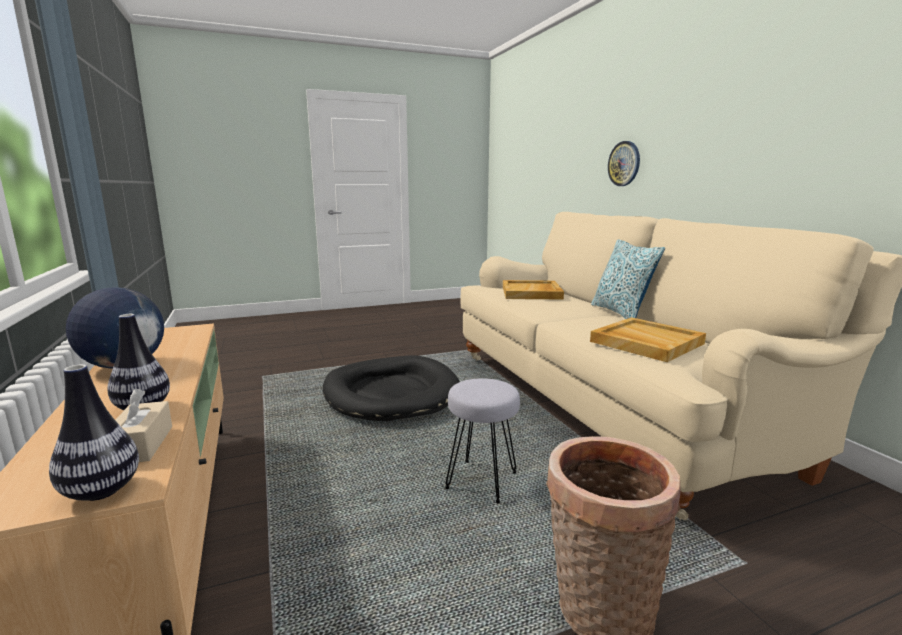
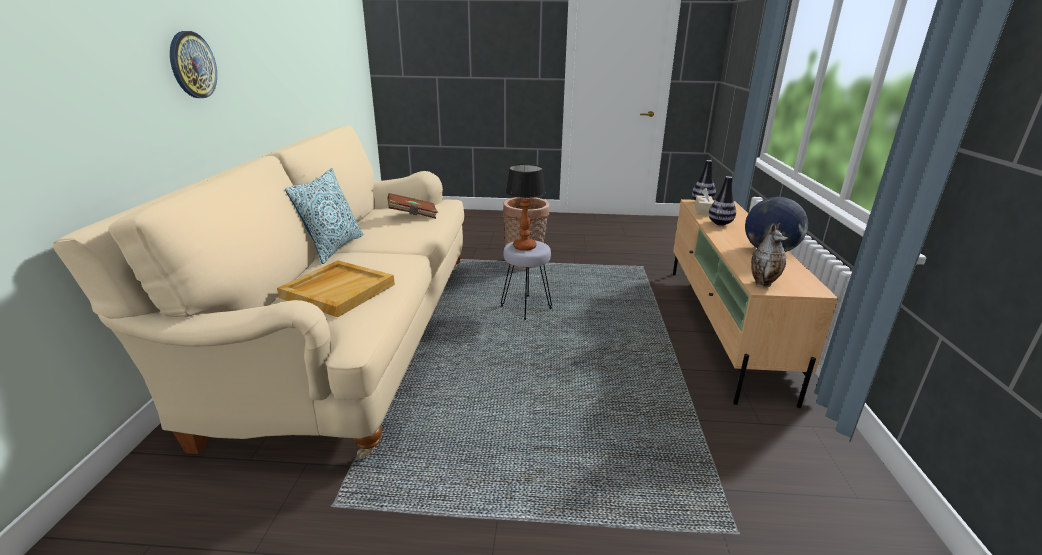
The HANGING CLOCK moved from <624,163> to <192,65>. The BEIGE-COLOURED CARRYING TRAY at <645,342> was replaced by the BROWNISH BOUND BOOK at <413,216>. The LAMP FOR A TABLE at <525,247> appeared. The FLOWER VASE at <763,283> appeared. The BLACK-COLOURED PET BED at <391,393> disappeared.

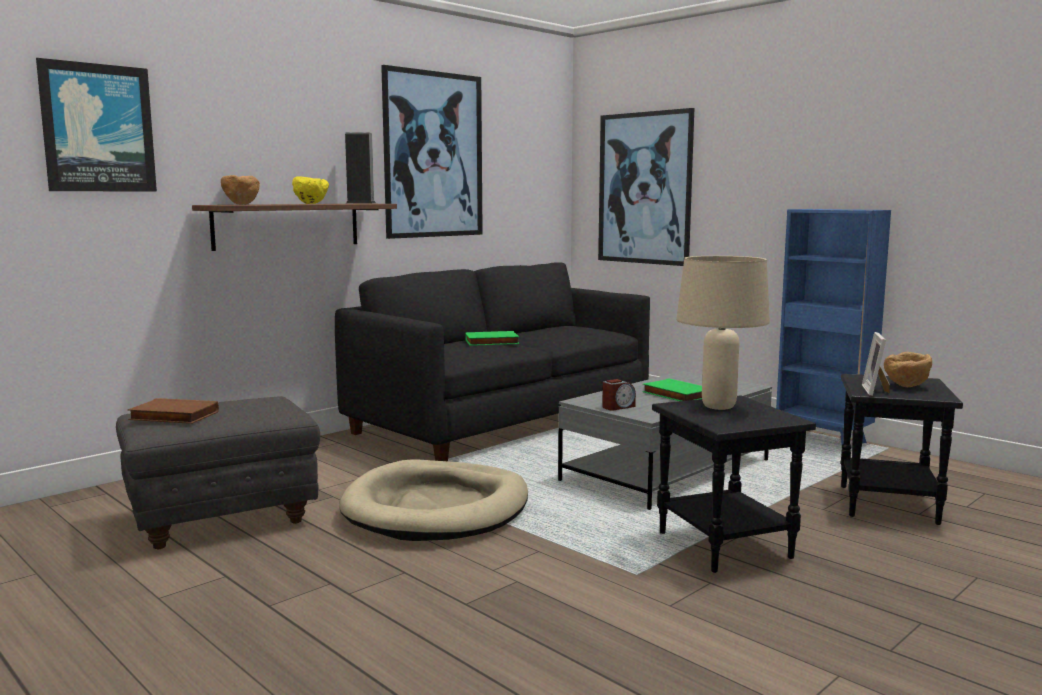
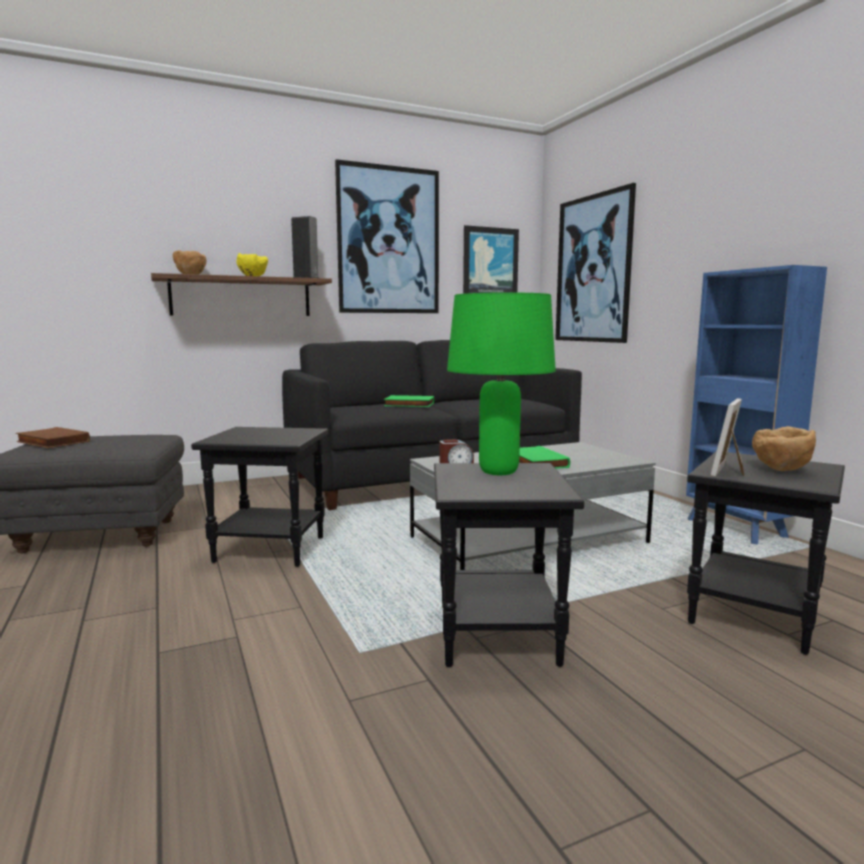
The BEIGE-COLOURED PET BED at <437,508> was replaced by the BLACK-COLOURED SIDE TABLE at <271,549>. The BEIGE-COLOURED LAMP FOR A TABLE at <719,407> became the GREEN LAMP FOR A TABLE at <499,472>. The WALL ART moved from <98,128> to <490,266>.

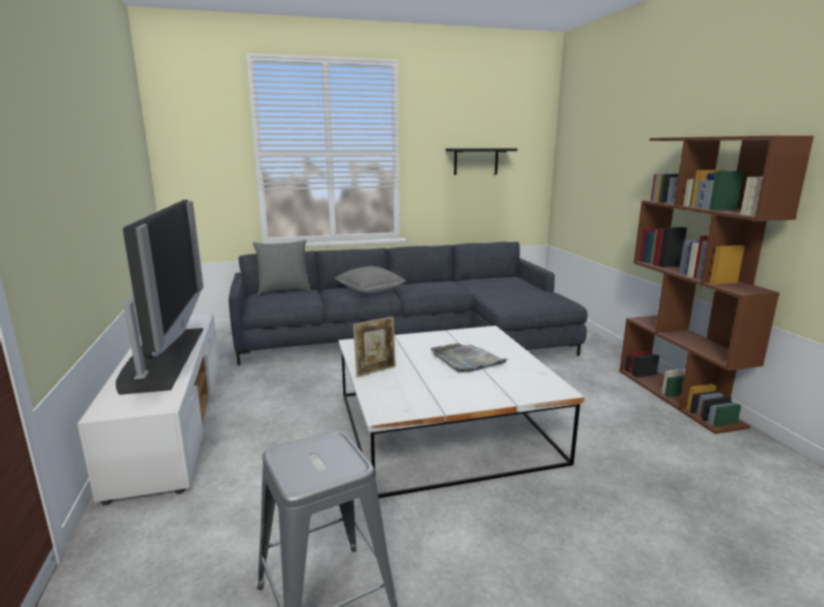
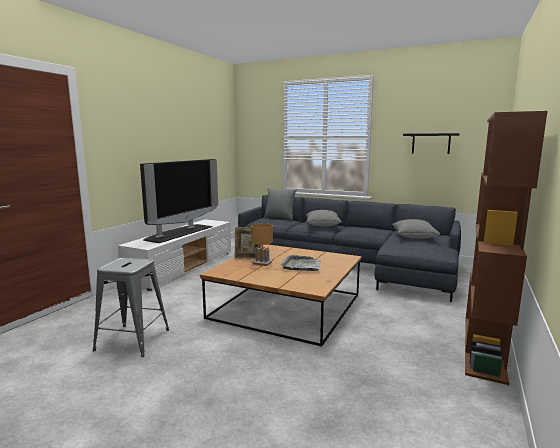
The WHITISH COFFEE TABLE at <444,426> became the BROWNISH COFFEE TABLE at <286,306>. The BROWNISH LAMP FOR A TABLE at <262,263> appeared. The GREY PILLOW at <414,237> appeared.

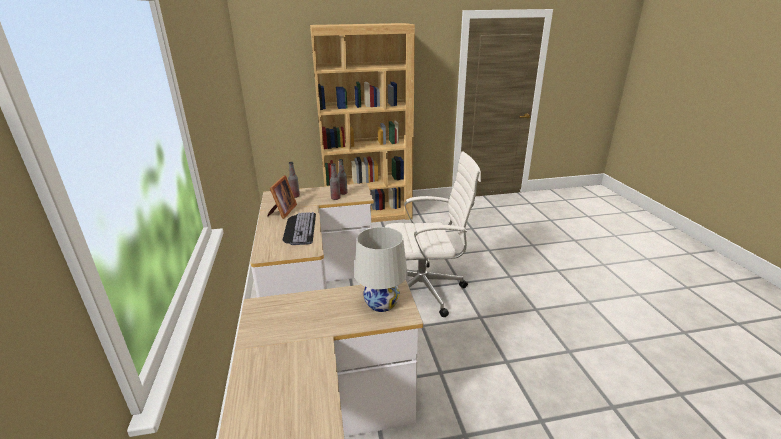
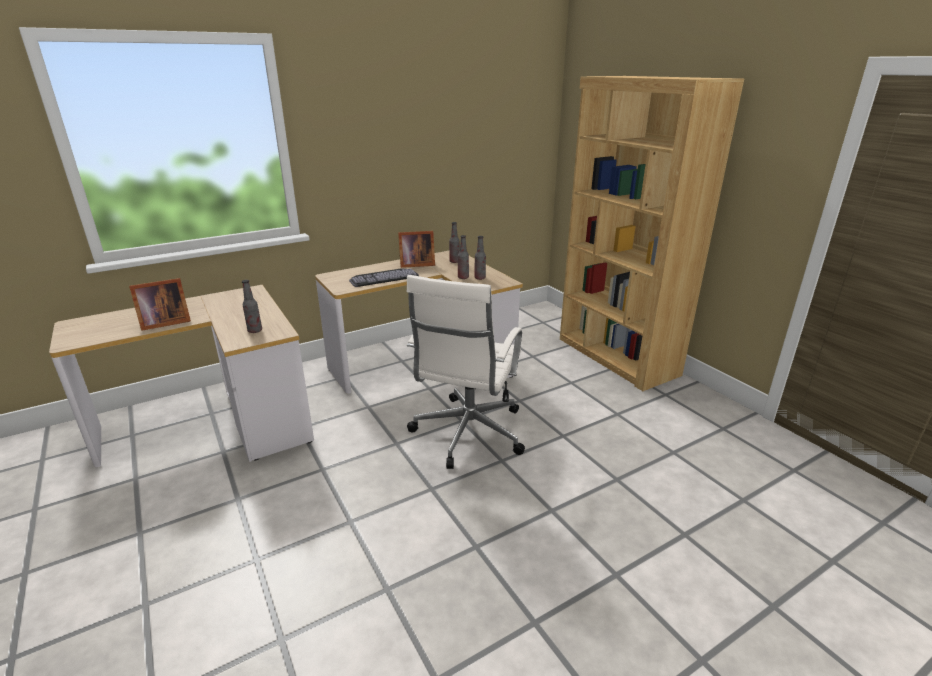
The PICTURE FRAME at <164,323> appeared. The WHITISH LAMP FOR A TABLE at <382,303> was replaced by the DRINK BOTTLE at <255,331>. The WHITISH COMPUTER CHAIR at <425,290> turned 45 degrees clockwise.

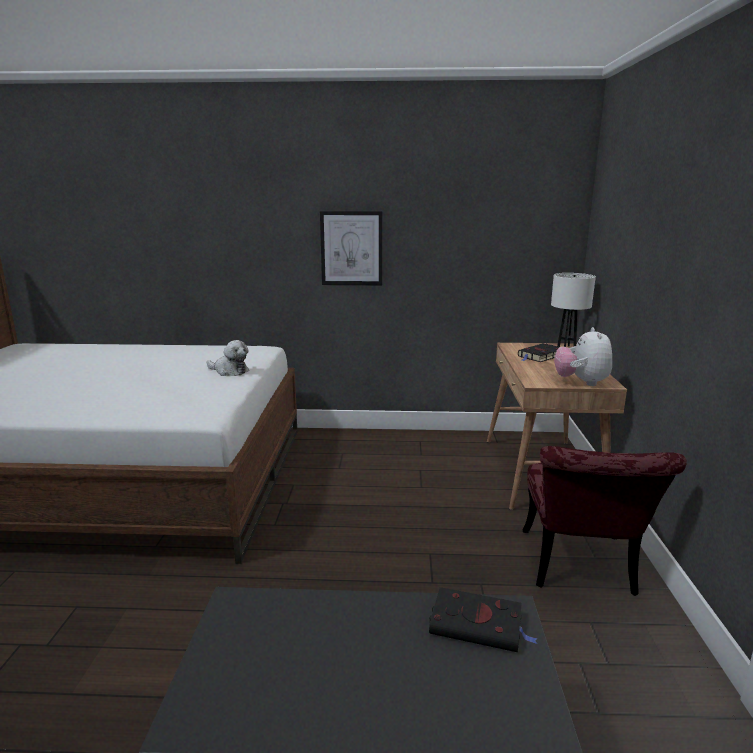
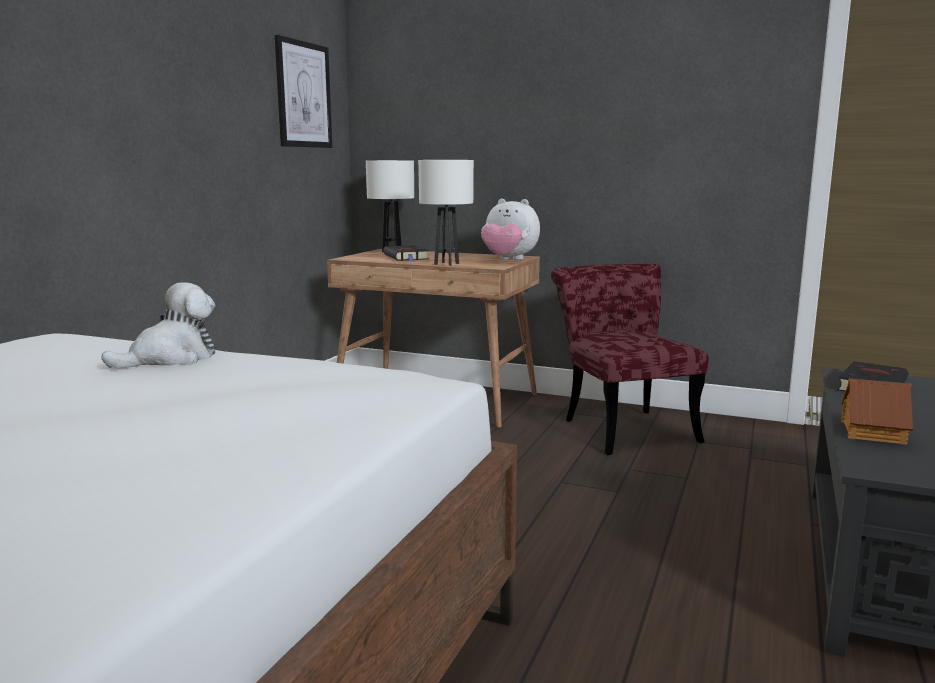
The WALL ART moved from <351,248> to <303,95>. The WHITISH LAMP FOR A TABLE at <446,264> appeared. The RED-COLOURED CHAIR at <580,570> turned 135 degrees counterclockwise. The MINIATURE HOUSE at <871,432> appeared.

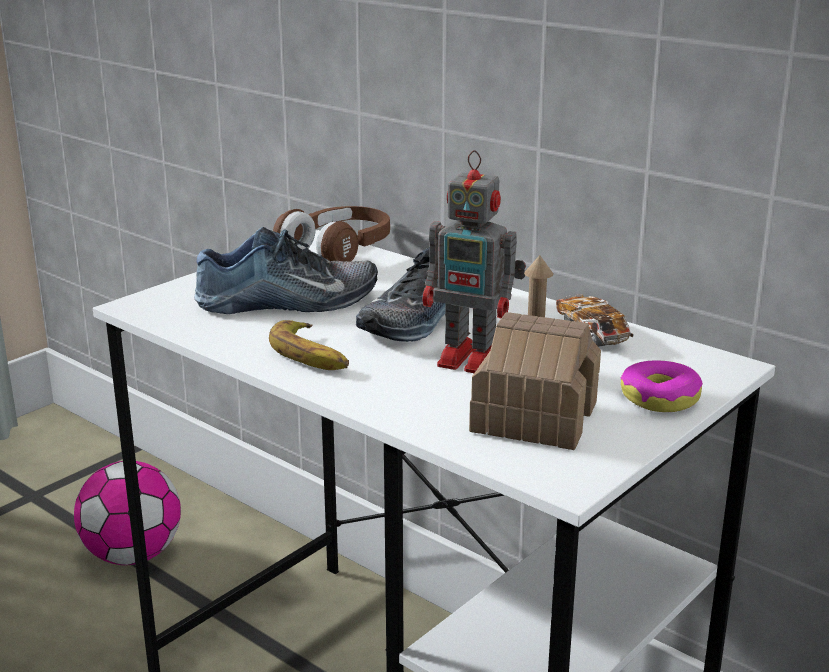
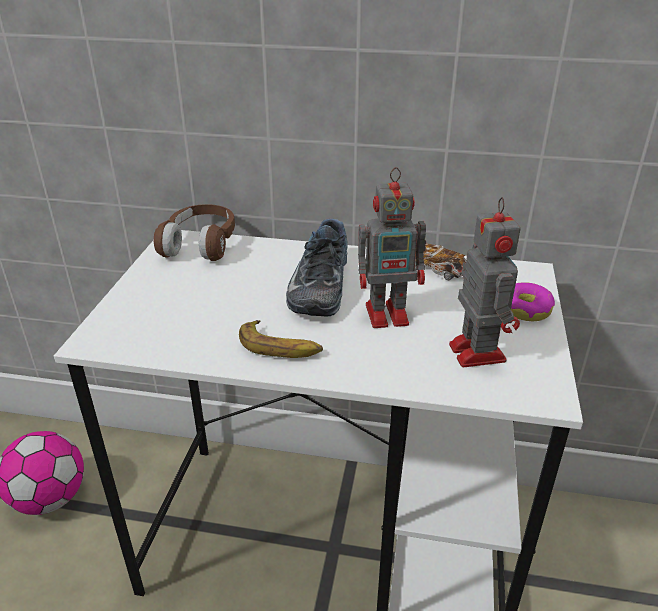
The MINIATURE HOUSE at <534,417> was replaced by the ROBOT FIGURE at <476,350>. The ITEM OF FOOTWEAR at <288,302> disappeared.

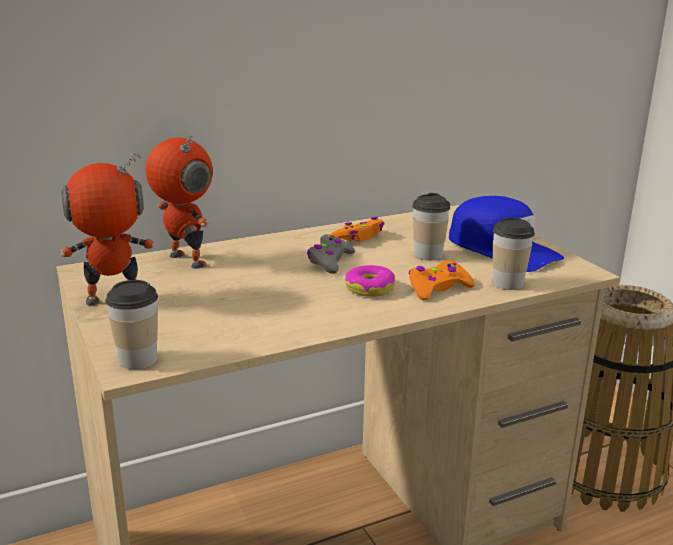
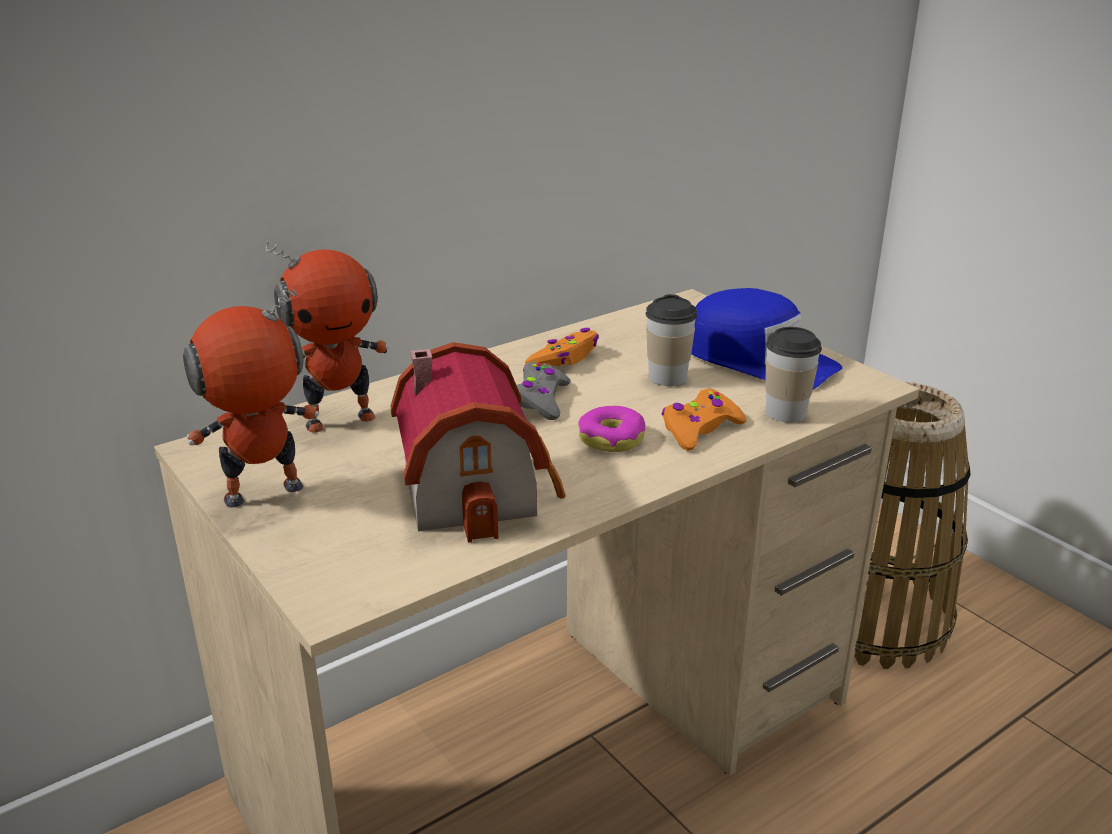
The ROBOT FIGURE at <185,261> turned 120 degrees clockwise. The MINIATURE HOUSE at <478,488> appeared. The SMALL CUP at <138,359> disappeared.

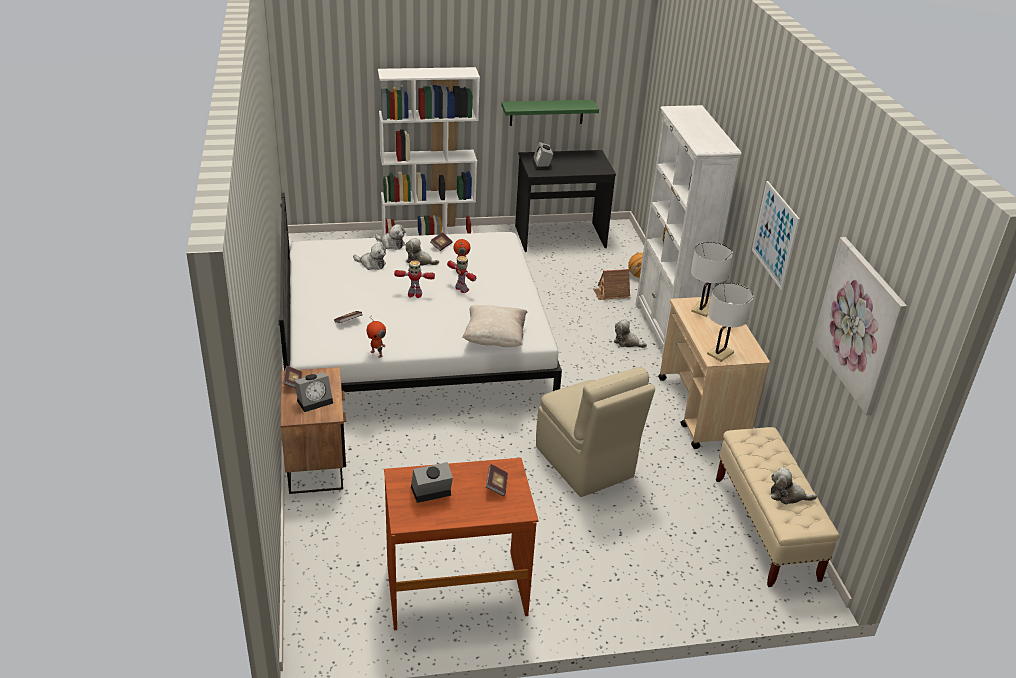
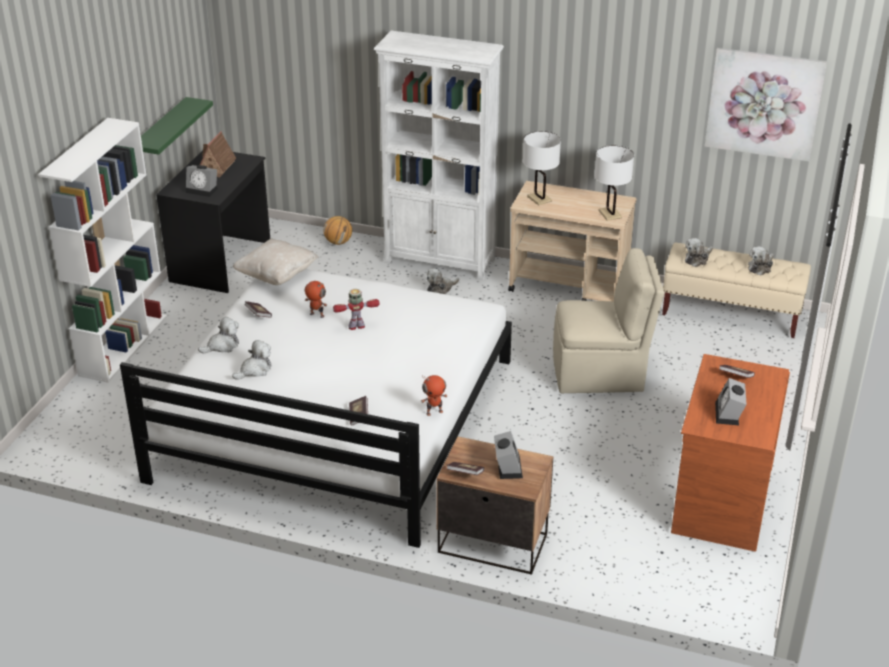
The MINIATURE HOUSE moved from <611,293> to <216,167>. The BEIGE-COLOURED PILLOW moved from <494,339> to <276,276>. The CUDDLY TOY moved from <420,261> to <697,259>. The ROBOT FIGURE at <414,294> disappeared. The WALL ART at <775,235> disappeared.

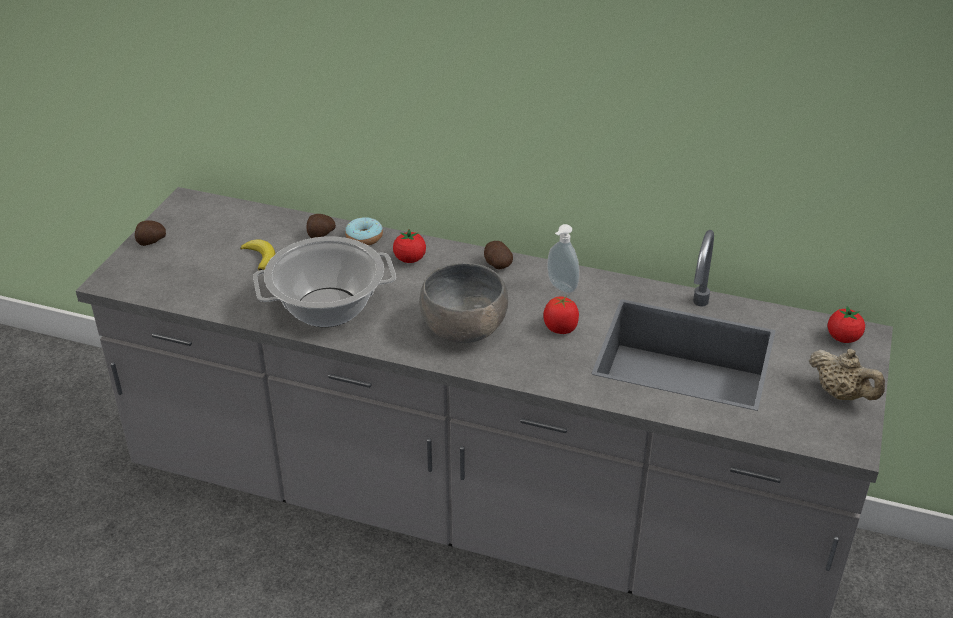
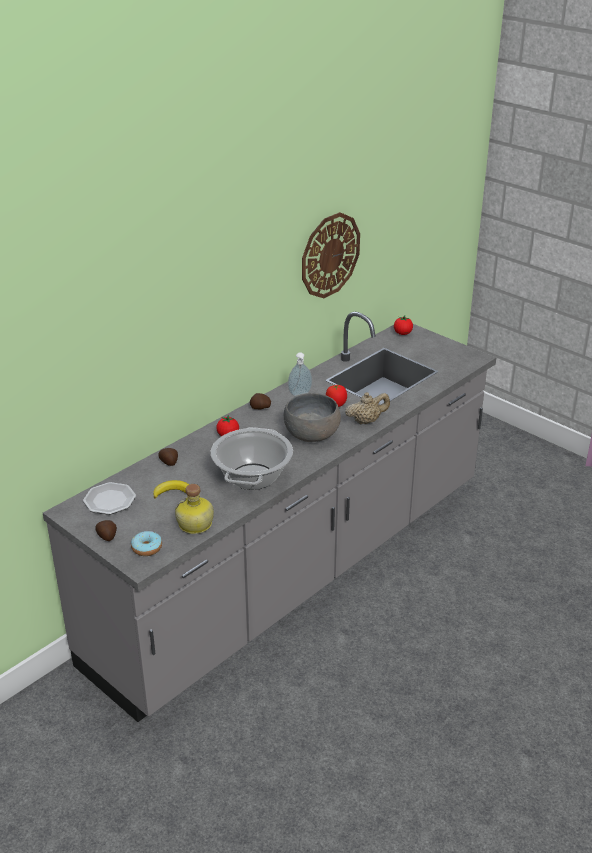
The FLAT DISH at <110,500> appeared. The DONUT moved from <364,237> to <147,548>. The DRINK BOTTLE at <195,525> appeared. The HANGING CLOCK at <330,255> appeared. The BEIGE-COLOURED TEA POT moved from <841,394> to <366,421>.

